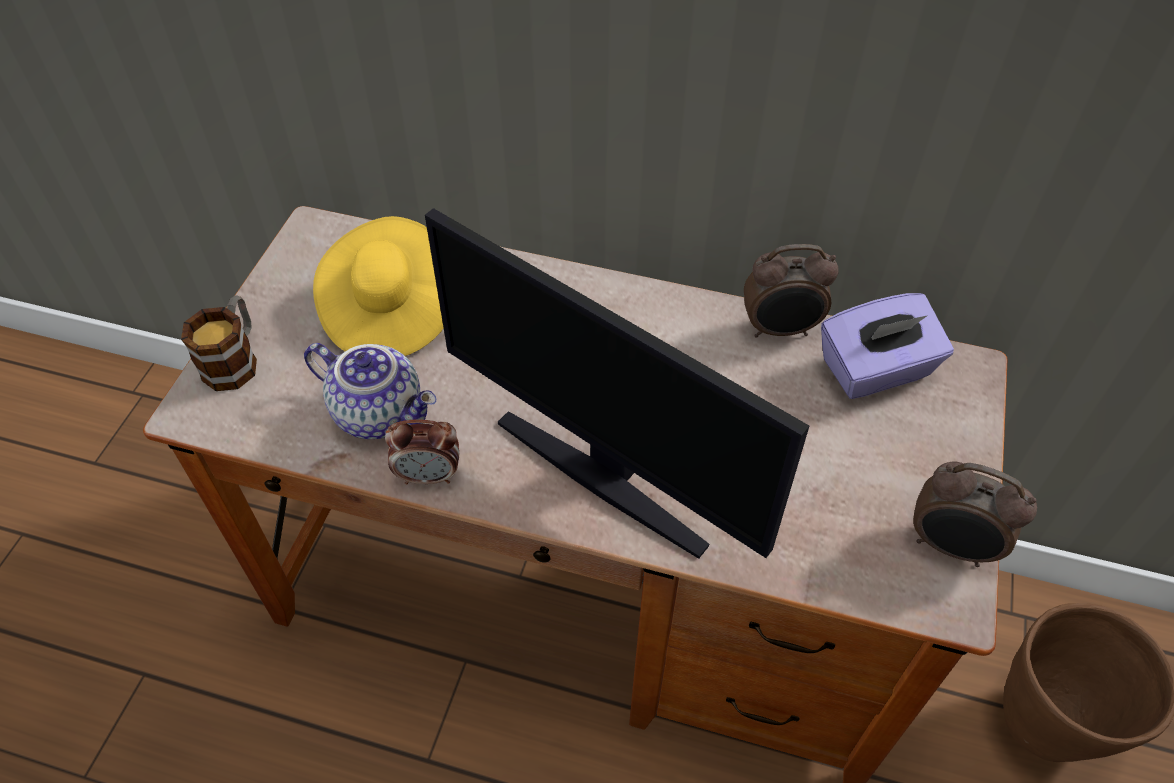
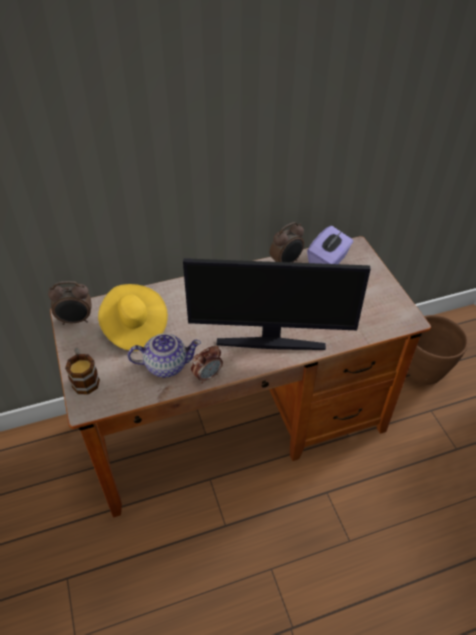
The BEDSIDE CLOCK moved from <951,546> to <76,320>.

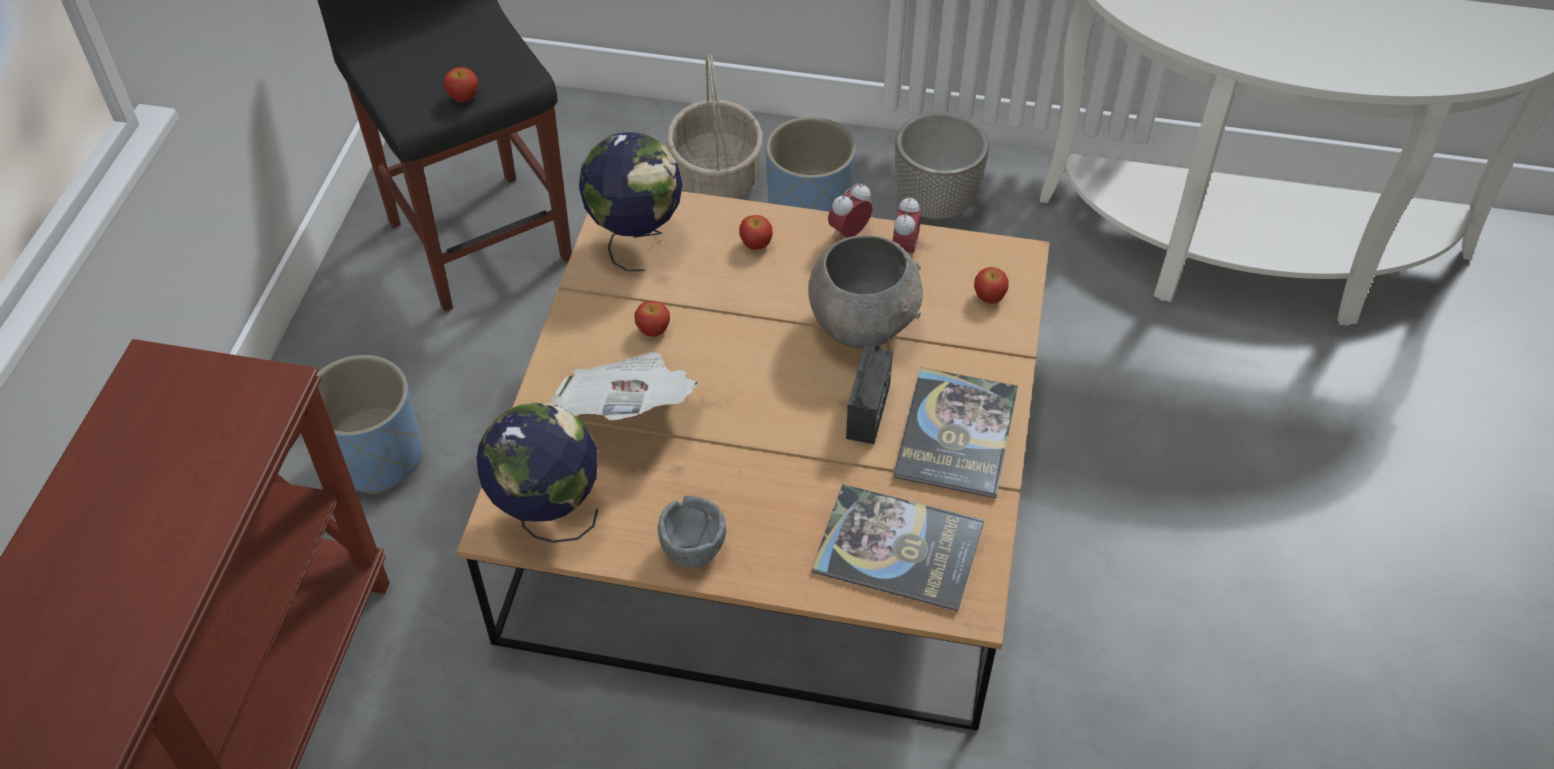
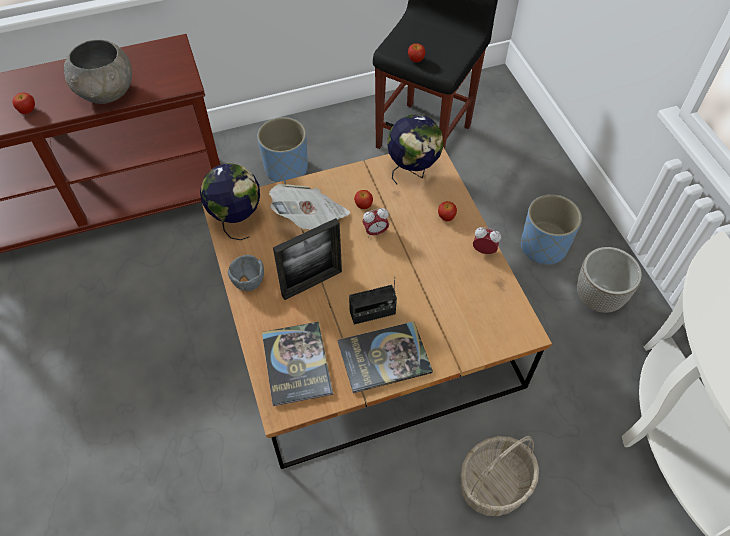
The APPLE FRUIT moved from <989,296> to <28,110>. The GREY BOWL moved from <862,325> to <108,94>. The PICTURE FRAME at <312,283> appeared. The BEDSIDE CLOCK moved from <904,249> to <375,232>. The STORAGE BASKET moved from <717,176> to <493,485>.

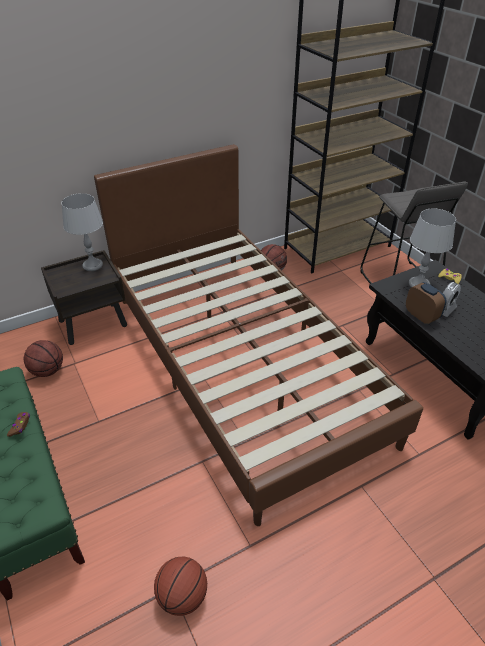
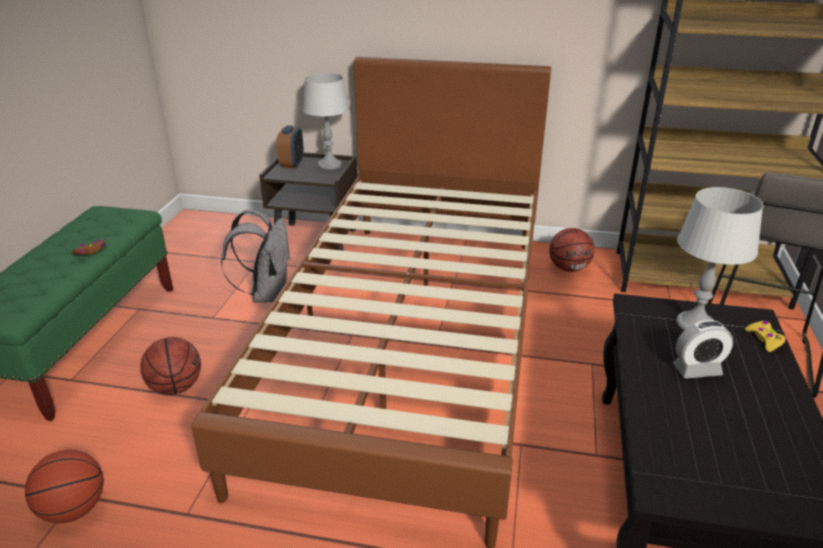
The BALL FOR BASKETBALL moved from <47,371> to <176,387>. The GREY KNAPSACK at <267,294> appeared. The BEDSIDE CLOCK moved from <421,316> to <292,164>.

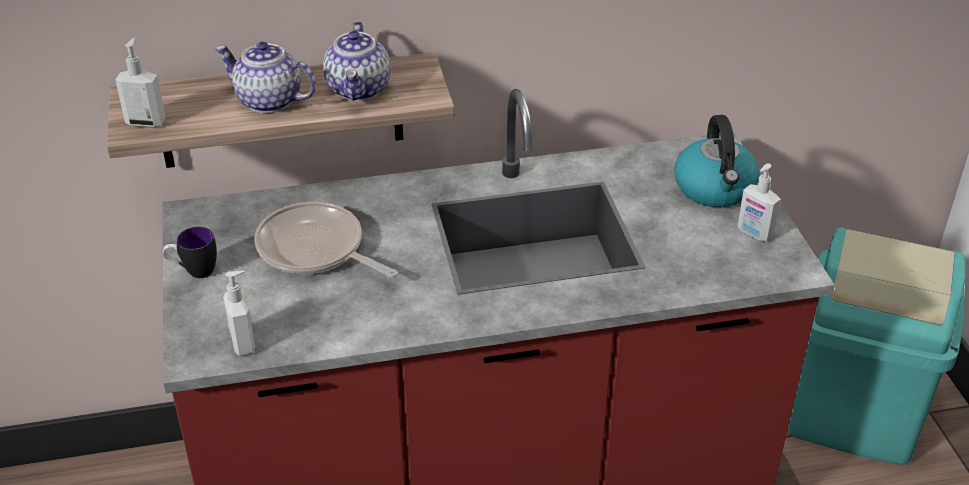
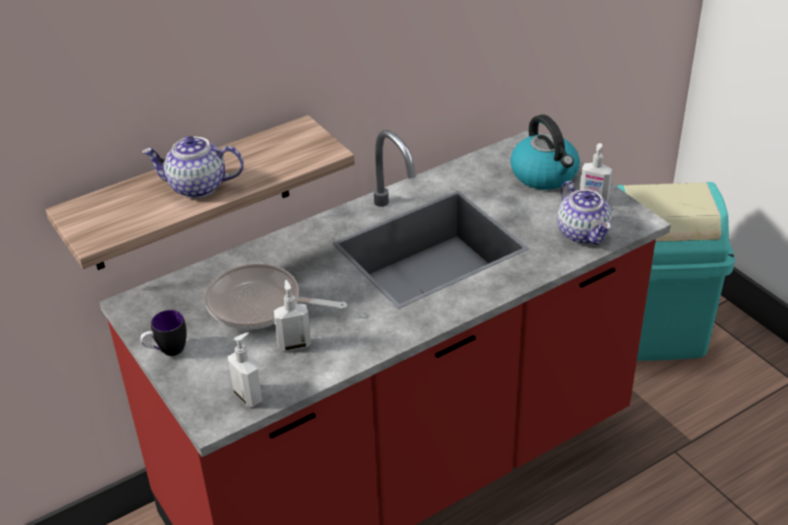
The SOAP DISPENSER moved from <146,122> to <294,344>. The TEA POT moved from <359,89> to <583,234>.

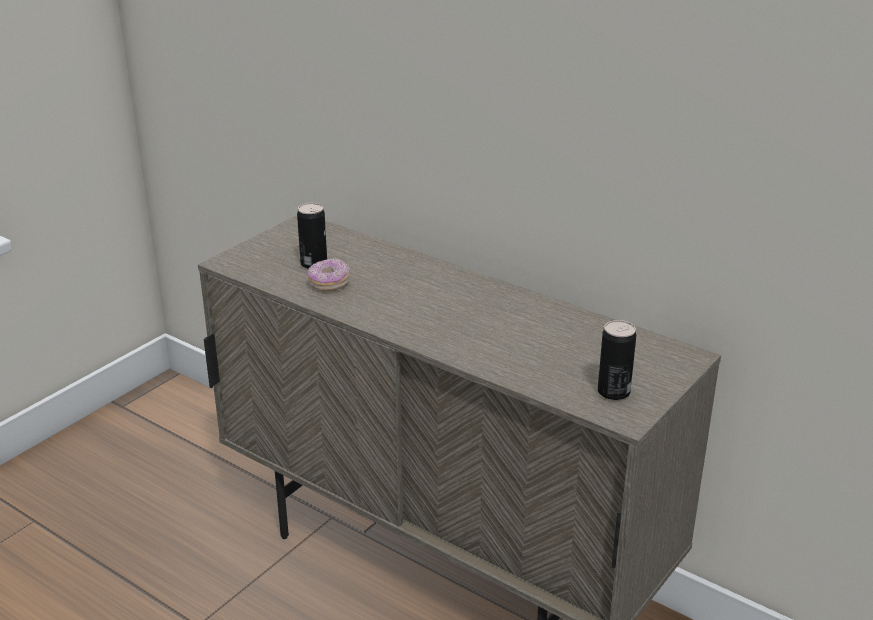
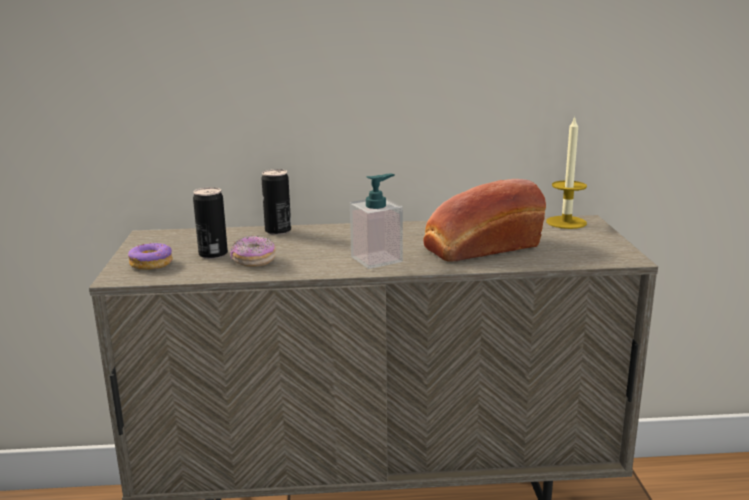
The DONUT at <151,264> appeared. The METAL CAN moved from <613,392> to <278,231>. The SOAP DISPENSER at <377,259> appeared. The BAKED BREAD at <479,248> appeared. The WAX LIGHT at <566,222> appeared.

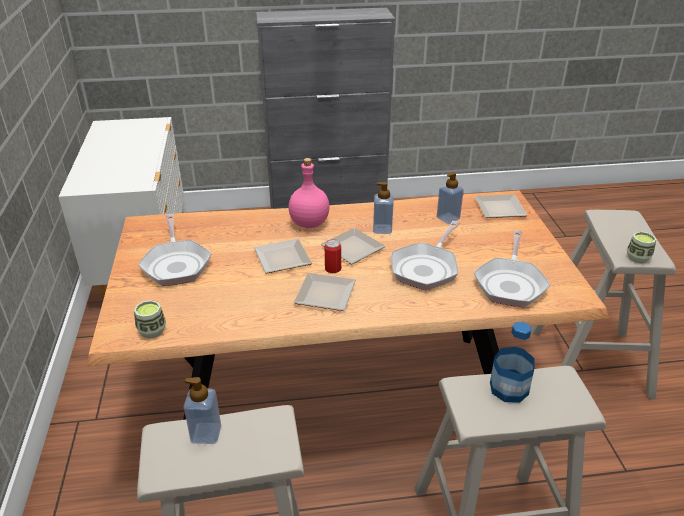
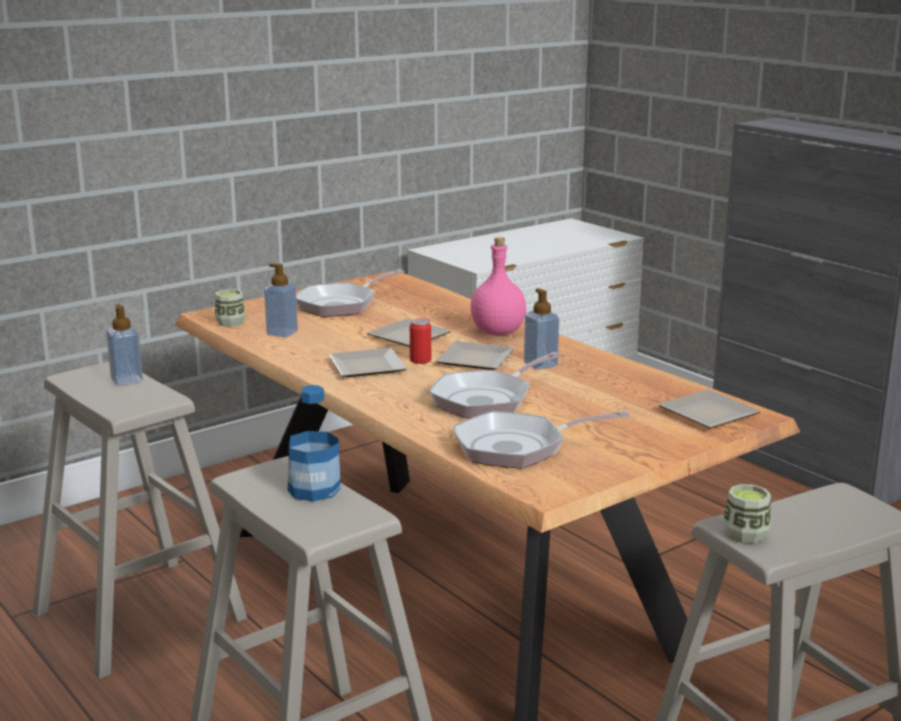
The SOAP DISPENSER moved from <448,218> to <282,333>. The FRYING PAN at <426,268> turned 45 degrees counterclockwise.

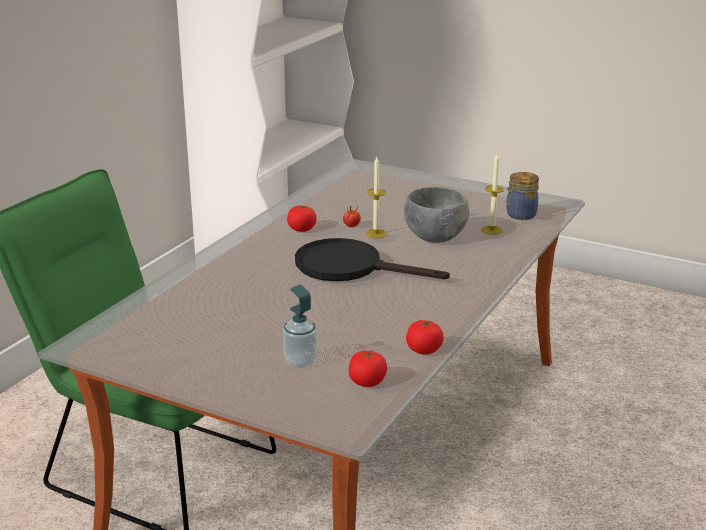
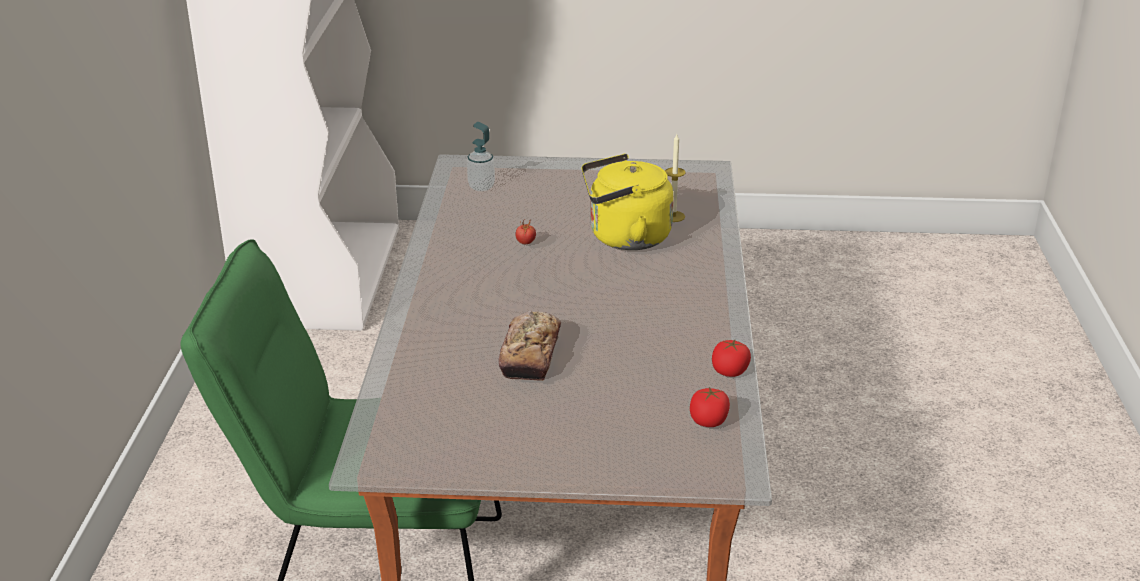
The SOAP DISPENSER moved from <300,362> to <481,187>. The BAKED BREAD at <530,354> appeared. The GREY BOWL at <434,237> was replaced by the YELLOW KETTLE at <624,238>. The TOMATO at <301,229> disappeared. The BLACK-COLOURED FRYING PAN at <350,267> disappeared. The WAX LIGHT at <376,233> disappeared. The STORAGE JAR at <520,215> disappeared.

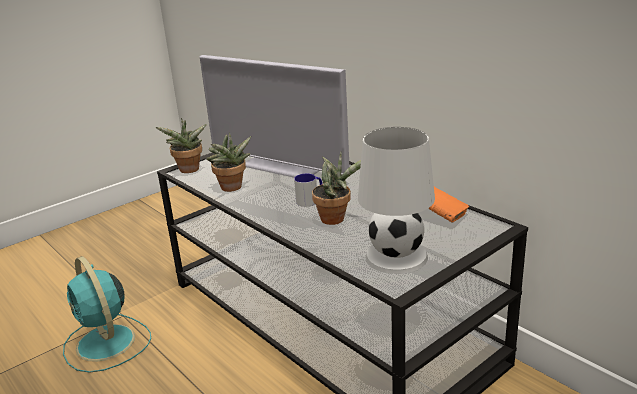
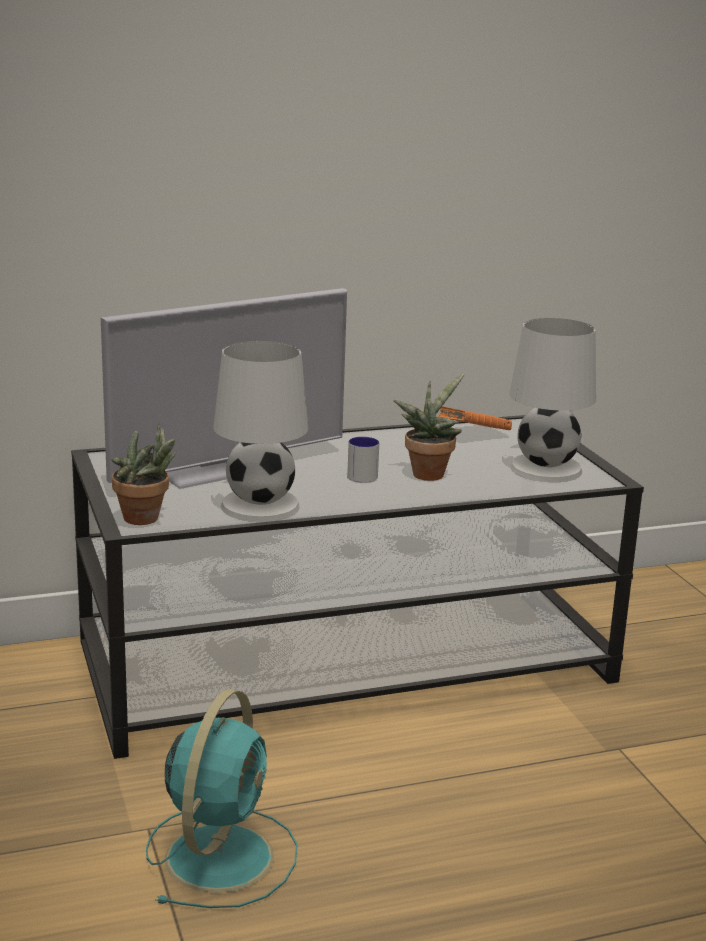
The TURQUOISE-COLOURED ELECTRIC FAN at <106,344> turned 60 degrees counterclockwise. The HOUSEPLANT at <232,188> was replaced by the WHITISH LAMP FOR A TABLE at <259,506>.

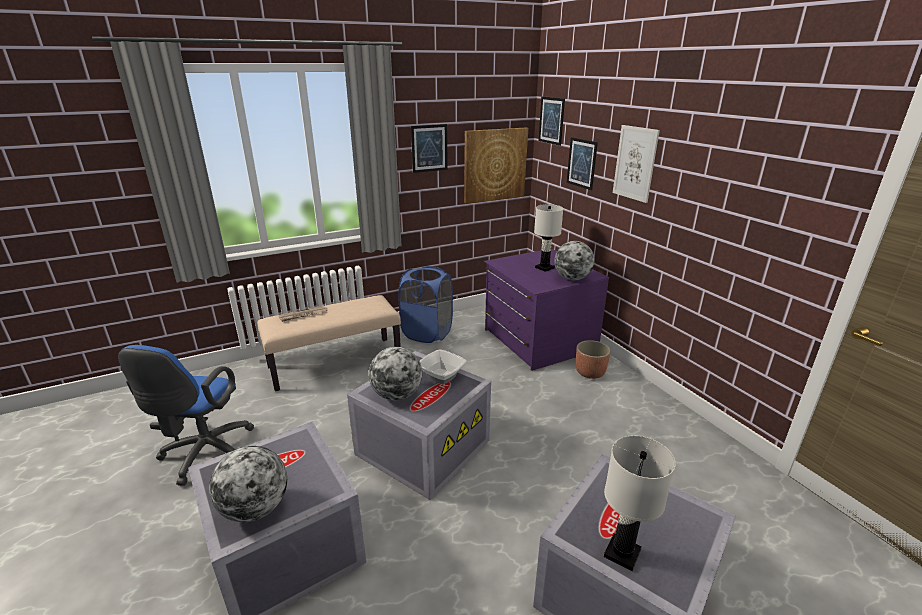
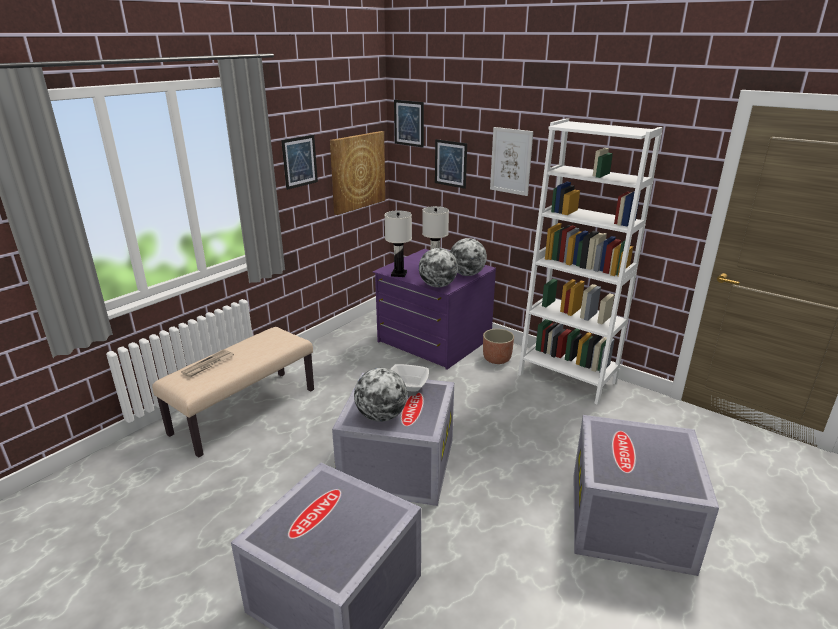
The WHITISH LAMP FOR A TABLE moved from <622,554> to <399,274>. The DESK GLOBE moved from <256,509> to <438,285>. The WHITISH SHELVING UNIT at <567,378> appeared. The BLUISH COMPUTER CHAIR at <205,455> disappeared. The BLUISH LAUNDRY BASKET at <427,333> disappeared.

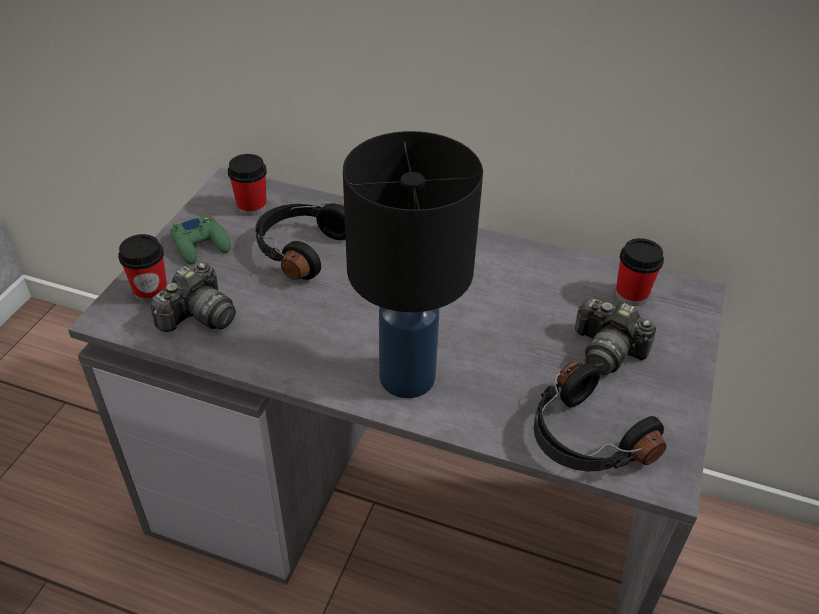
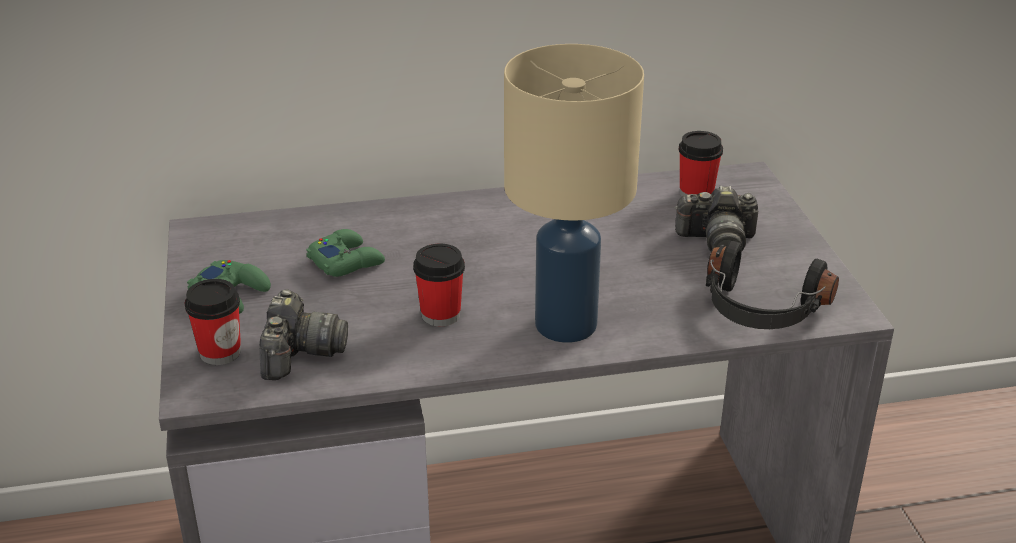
The BLACK-COLOURED HEADSET at <300,249> was replaced by the GREEN GAMEPAD at <346,261>. The SMALL CUP moved from <252,207> to <440,315>. The BLACK-COLOURED LAMP FOR A TABLE at <408,378> became the BEIGE-COLOURED LAMP FOR A TABLE at <568,325>.

